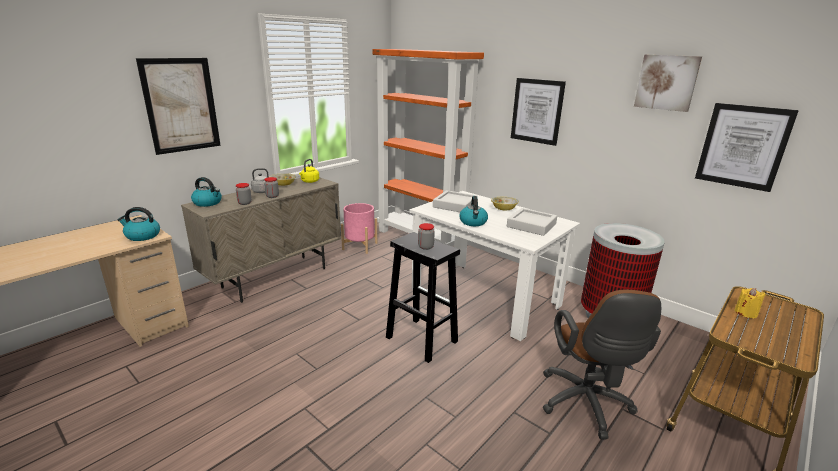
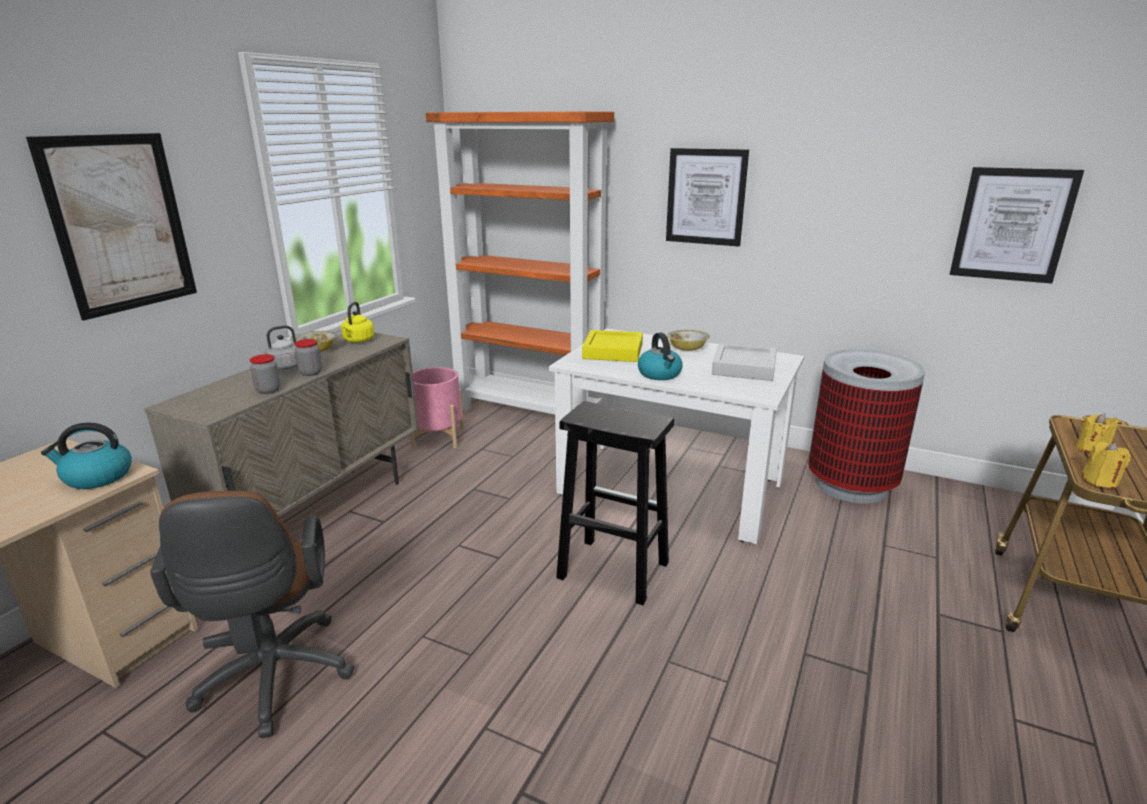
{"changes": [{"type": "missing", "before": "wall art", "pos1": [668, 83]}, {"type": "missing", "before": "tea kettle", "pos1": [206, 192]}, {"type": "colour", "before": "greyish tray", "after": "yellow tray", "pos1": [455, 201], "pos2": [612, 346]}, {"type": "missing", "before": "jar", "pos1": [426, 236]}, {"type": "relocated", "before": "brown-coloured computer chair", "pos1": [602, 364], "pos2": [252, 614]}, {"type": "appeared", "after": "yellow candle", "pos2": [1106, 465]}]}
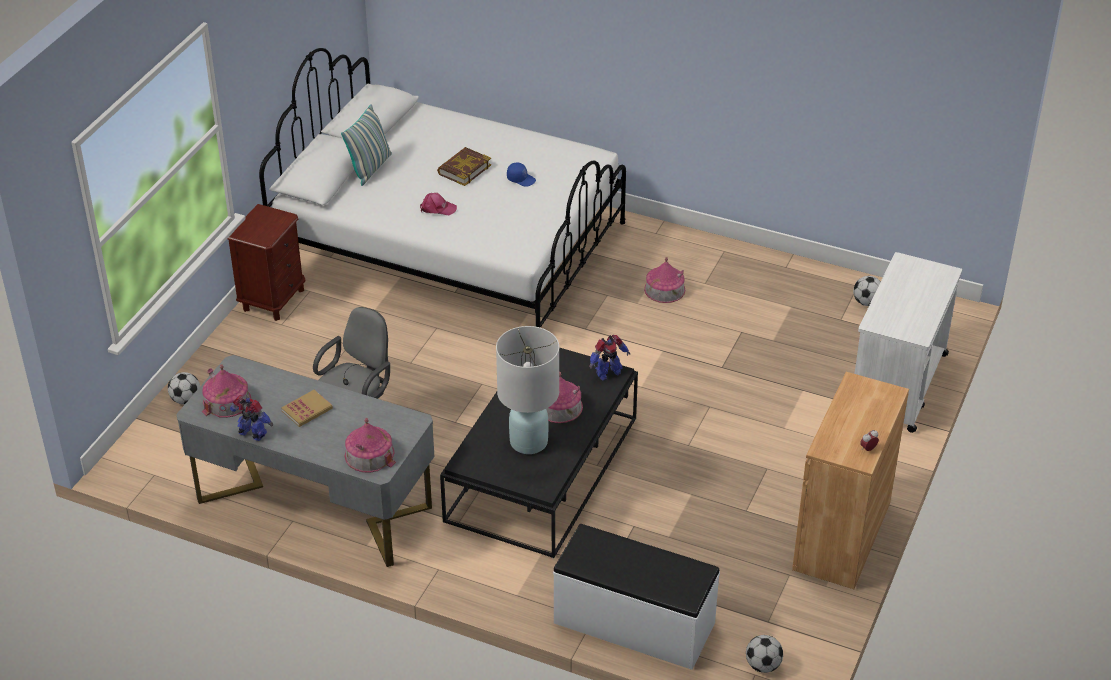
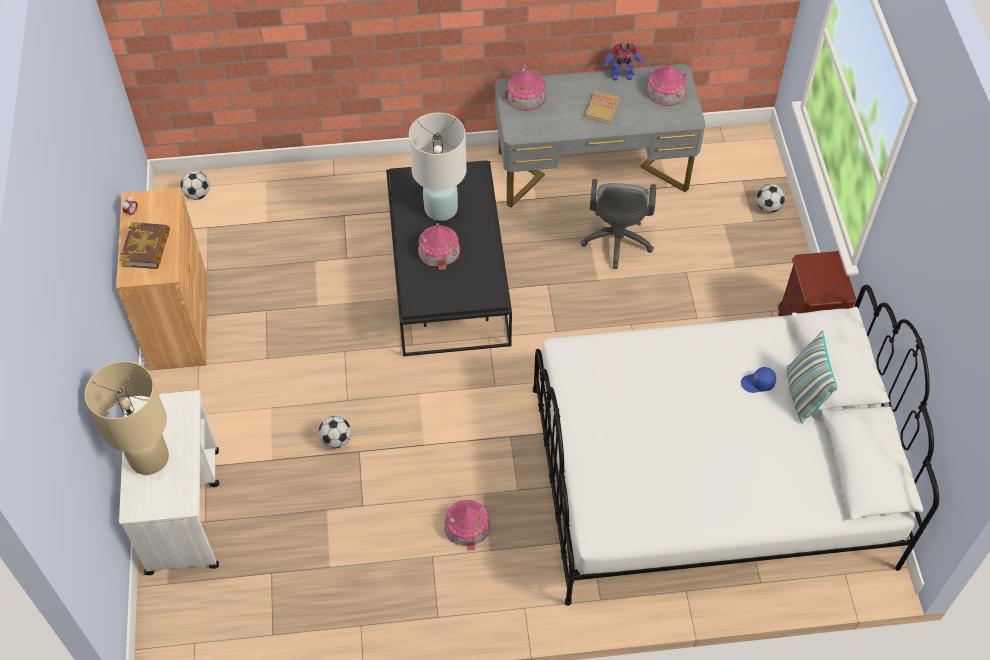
{"changes": [{"type": "relocated", "before": "bound book", "pos1": [464, 166], "pos2": [144, 245]}, {"type": "relocated", "before": "bluish cap", "pos1": [521, 175], "pos2": [758, 380]}, {"type": "missing", "before": "pink-coloured cap", "pos1": [438, 204]}, {"type": "relocated", "before": "ball for football", "pos1": [867, 291], "pos2": [335, 432]}, {"type": "missing", "before": "robot figure", "pos1": [609, 357]}, {"type": "missing", "before": "white-coloured bench", "pos1": [636, 597]}, {"type": "appeared", "after": "beige table lamp", "pos2": [127, 418]}]}
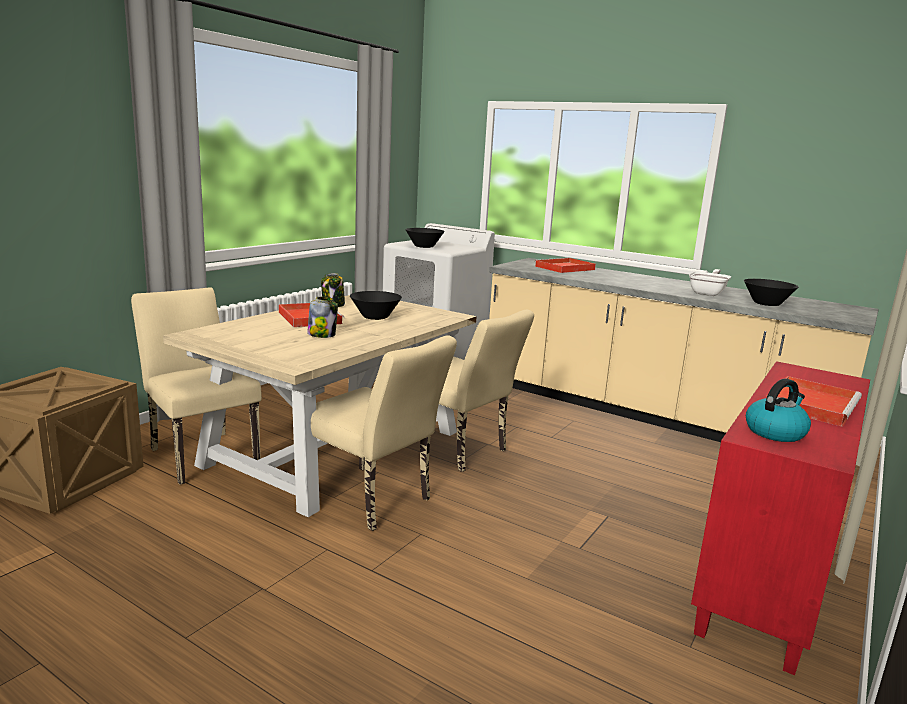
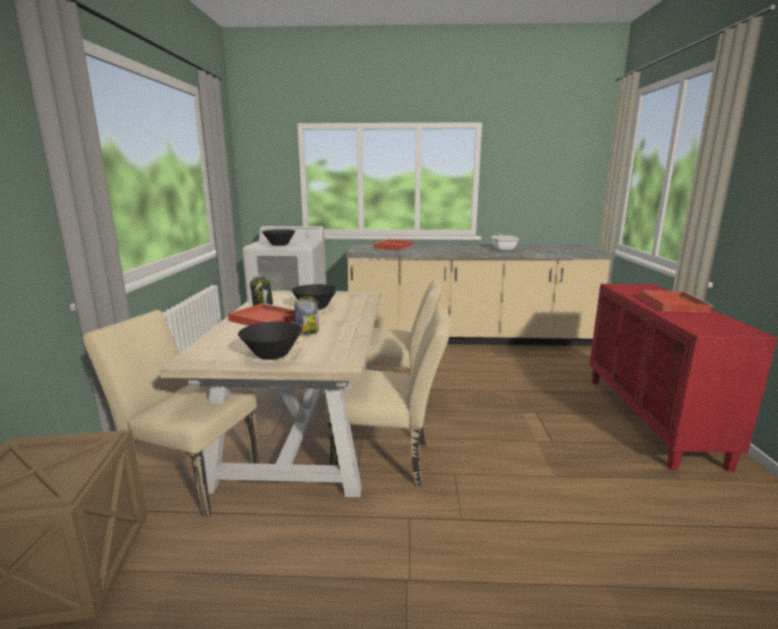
{"changes": [{"type": "relocated", "before": "black-coloured bowl", "pos1": [771, 292], "pos2": [270, 340]}, {"type": "missing", "before": "tea kettle", "pos1": [778, 410]}]}
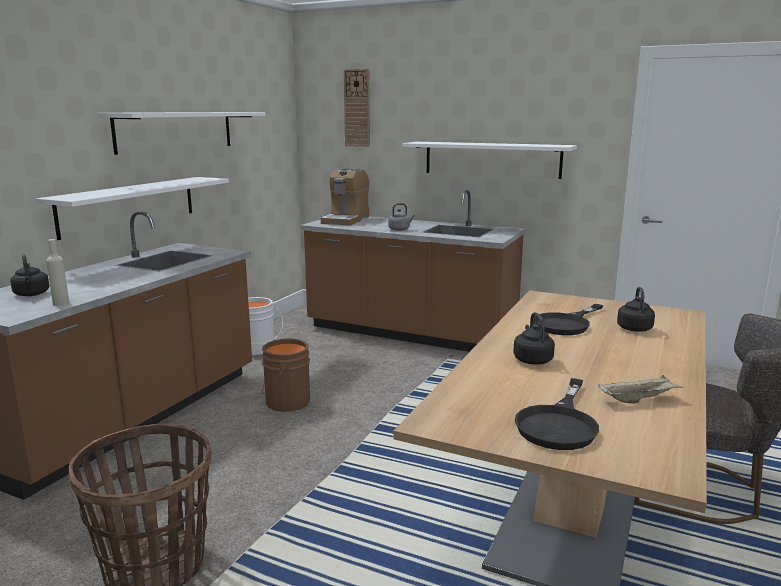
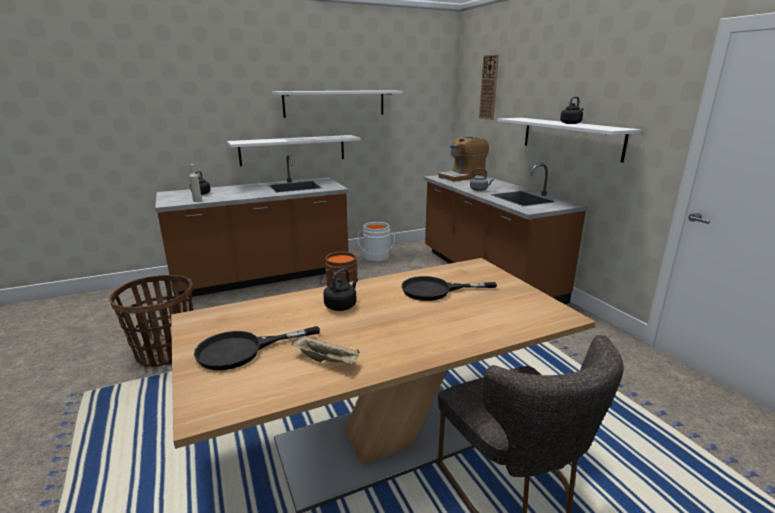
{"changes": [{"type": "relocated", "before": "black-coloured tea kettle", "pos1": [636, 309], "pos2": [571, 110]}]}
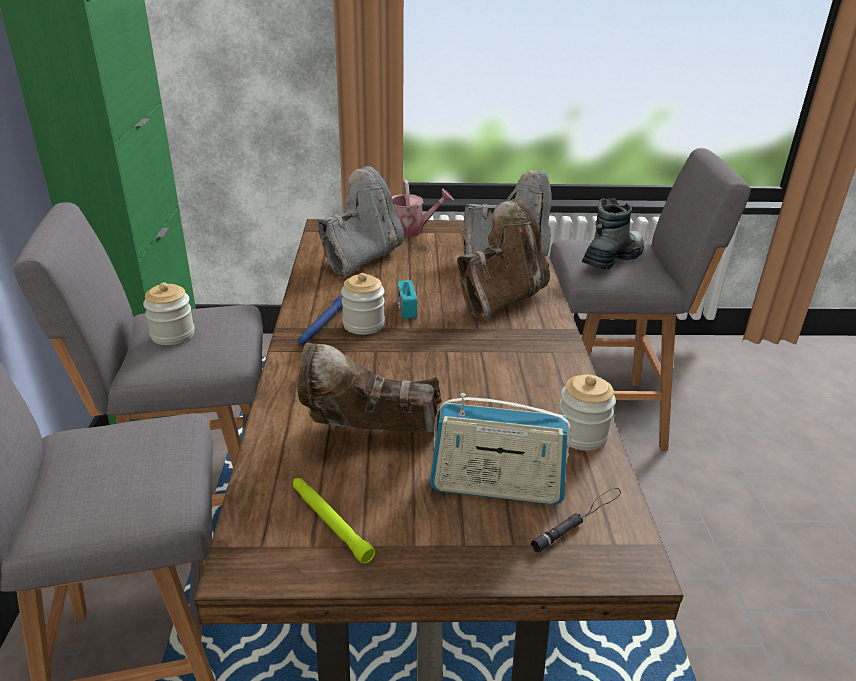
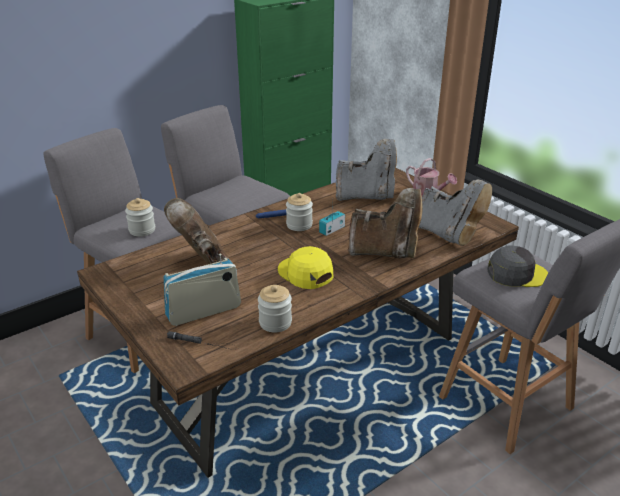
{"changes": [{"type": "exchanged", "before": "high-top boot", "after": "greyish cap", "pos1": [613, 233], "pos2": [518, 266]}, {"type": "relocated", "before": "jar", "pos1": [168, 313], "pos2": [140, 217]}, {"type": "spun", "before": "radio", "pos1": [500, 449], "pos2": [202, 290], "turn": 90}, {"type": "missing", "before": "green-coloured flashlight", "pos1": [334, 521]}, {"type": "appeared", "after": "yellow cap", "pos2": [305, 267]}]}
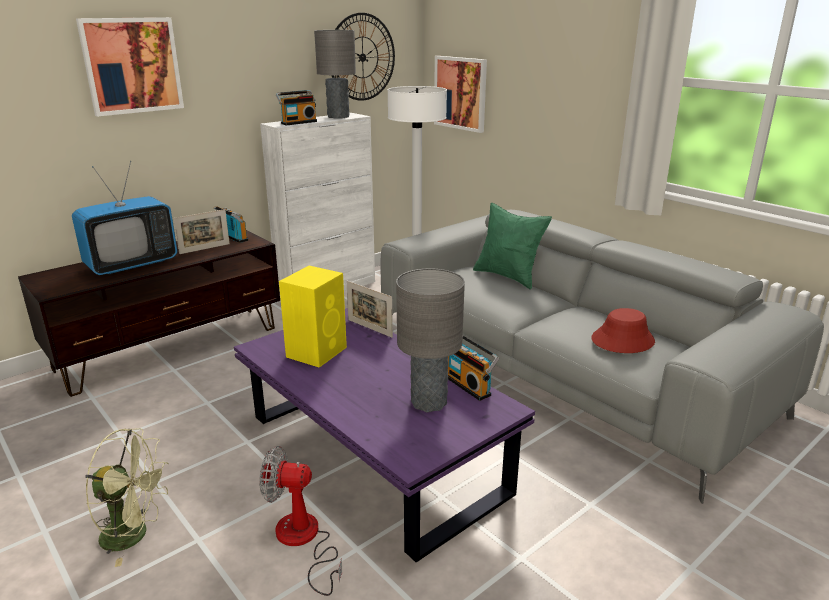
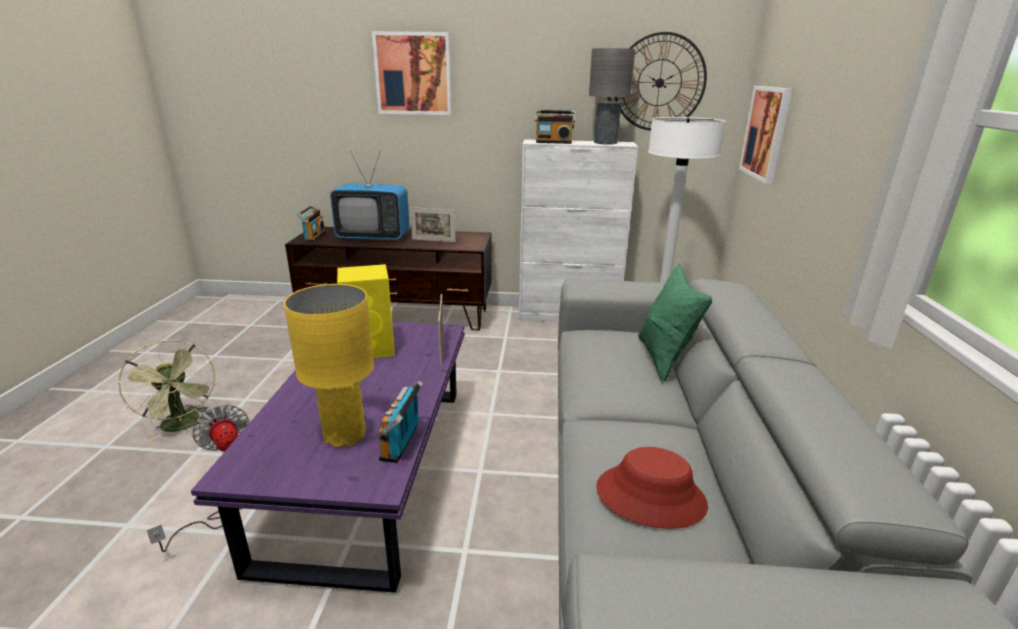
{"changes": [{"type": "relocated", "before": "radio", "pos1": [231, 224], "pos2": [311, 223]}, {"type": "colour", "before": "greyish table lamp", "after": "yellow table lamp", "pos1": [430, 340], "pos2": [329, 365]}]}
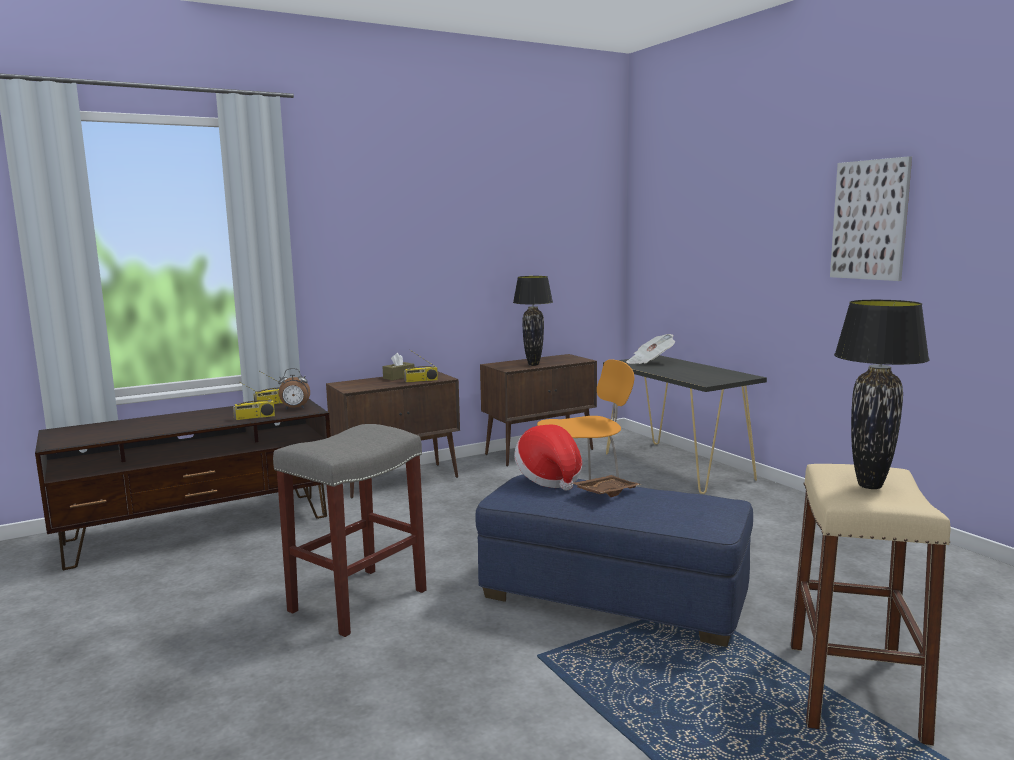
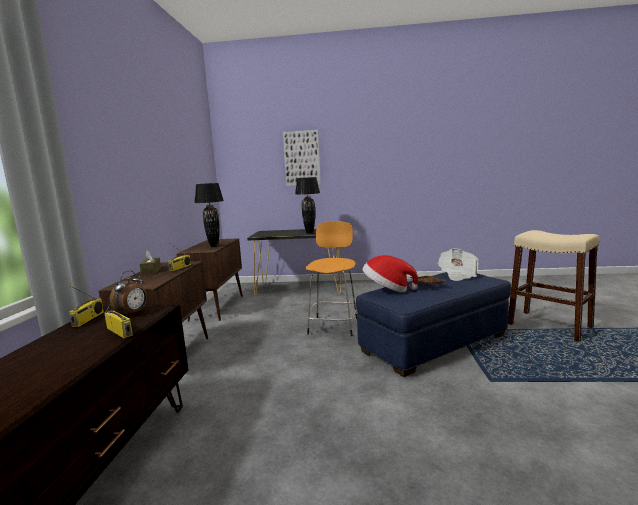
{"changes": [{"type": "relocated", "before": "wall art", "pos1": [871, 218], "pos2": [302, 158]}, {"type": "relocated", "before": "black-coloured table lamp", "pos1": [882, 394], "pos2": [307, 205]}, {"type": "relocated", "before": "newspaper", "pos1": [650, 349], "pos2": [458, 264]}, {"type": "spun", "before": "radio", "pos1": [254, 401], "pos2": [118, 316], "turn": -60}, {"type": "missing", "before": "greyish stool", "pos1": [350, 530]}]}
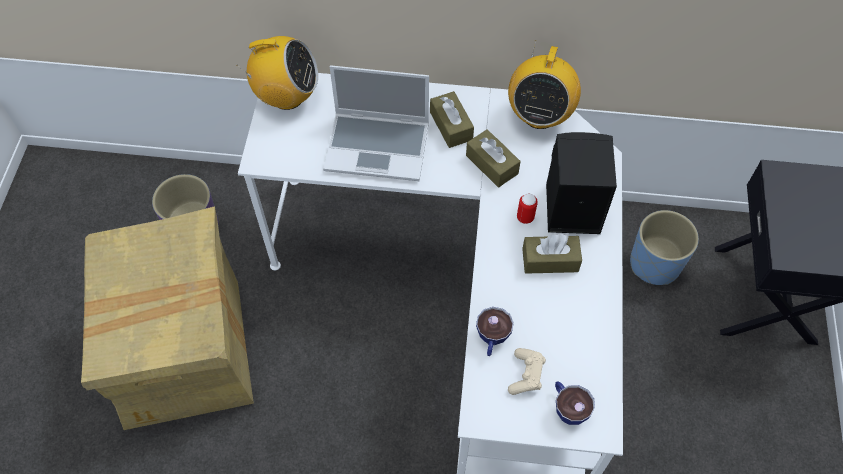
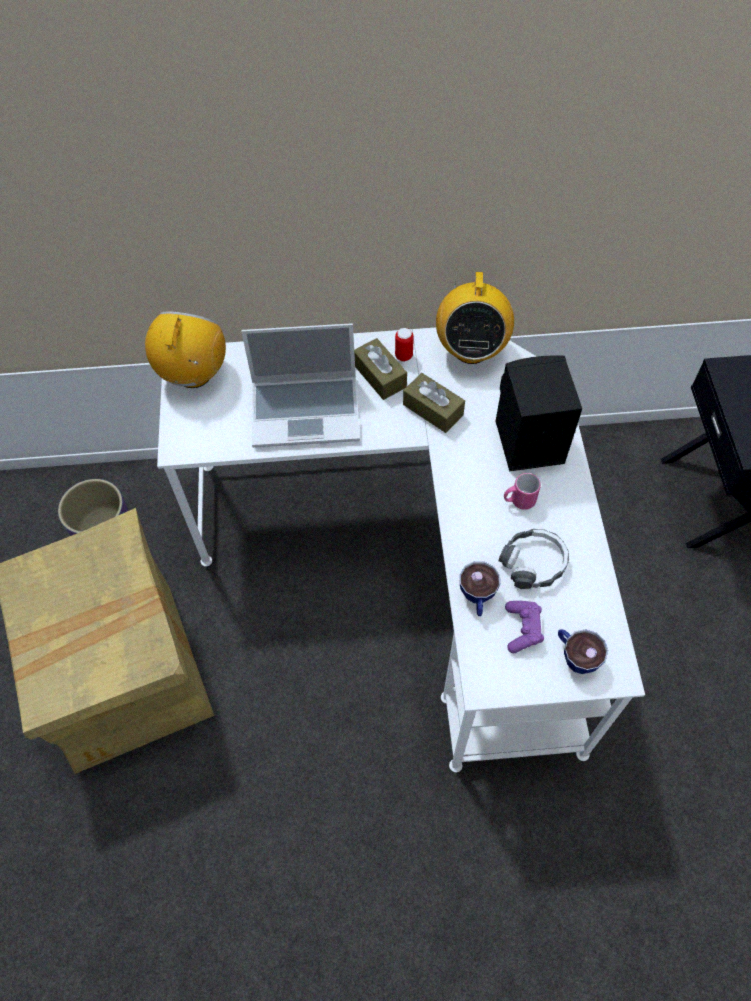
{"changes": [{"type": "spun", "before": "radio", "pos1": [277, 73], "pos2": [185, 349], "turn": -75}, {"type": "relocated", "before": "metal can", "pos1": [527, 209], "pos2": [404, 344]}, {"type": "missing", "before": "bluish plant pot", "pos1": [664, 247]}, {"type": "exchanged", "before": "brown-coloured tissue box", "after": "pink-coloured tea mug", "pos1": [552, 254], "pos2": [522, 491]}, {"type": "colour", "before": "beige joypad", "after": "purple-coloured joypad", "pos1": [527, 371], "pos2": [524, 627]}, {"type": "appeared", "after": "headphones", "pos2": [533, 559]}]}
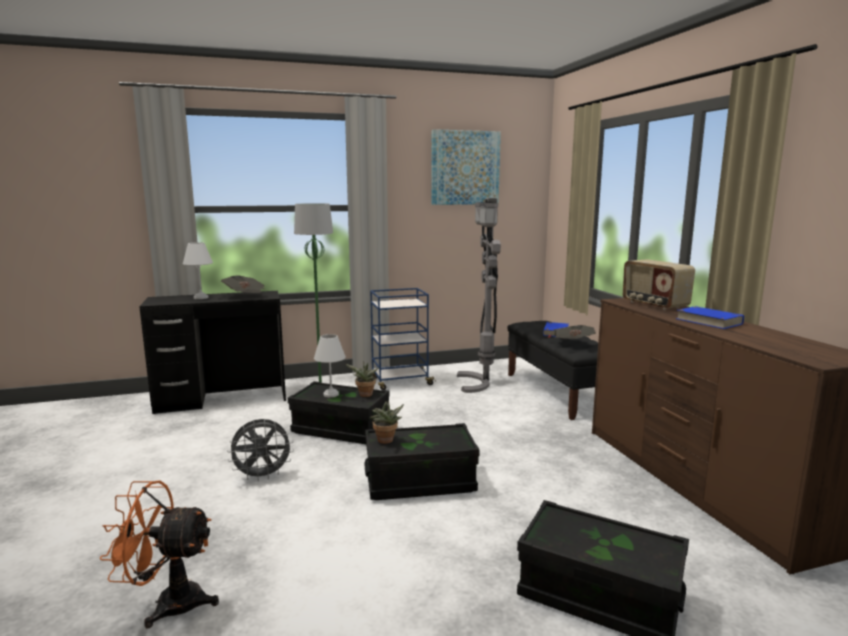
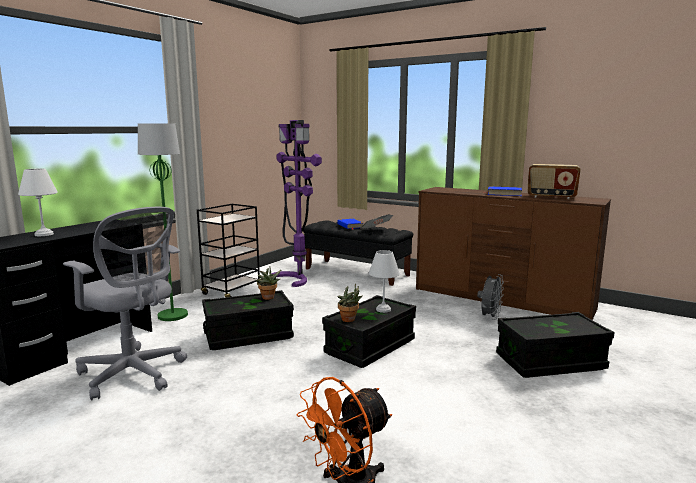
{"changes": [{"type": "missing", "before": "wall art", "pos1": [466, 167]}, {"type": "colour", "before": "greyish standing lamp", "after": "purple-coloured standing lamp", "pos1": [479, 295], "pos2": [296, 203]}, {"type": "relocated", "before": "radio", "pos1": [659, 284], "pos2": [554, 181]}, {"type": "missing", "before": "newspaper", "pos1": [243, 284]}, {"type": "colour", "before": "bluish cart", "after": "black-coloured cart", "pos1": [403, 339], "pos2": [228, 250]}, {"type": "relocated", "before": "white-coloured table lamp", "pos1": [330, 365], "pos2": [384, 281]}, {"type": "relocated", "before": "greyish fan", "pos1": [260, 450], "pos2": [490, 297]}, {"type": "appeared", "after": "greyish computer chair", "pos2": [125, 304]}]}
